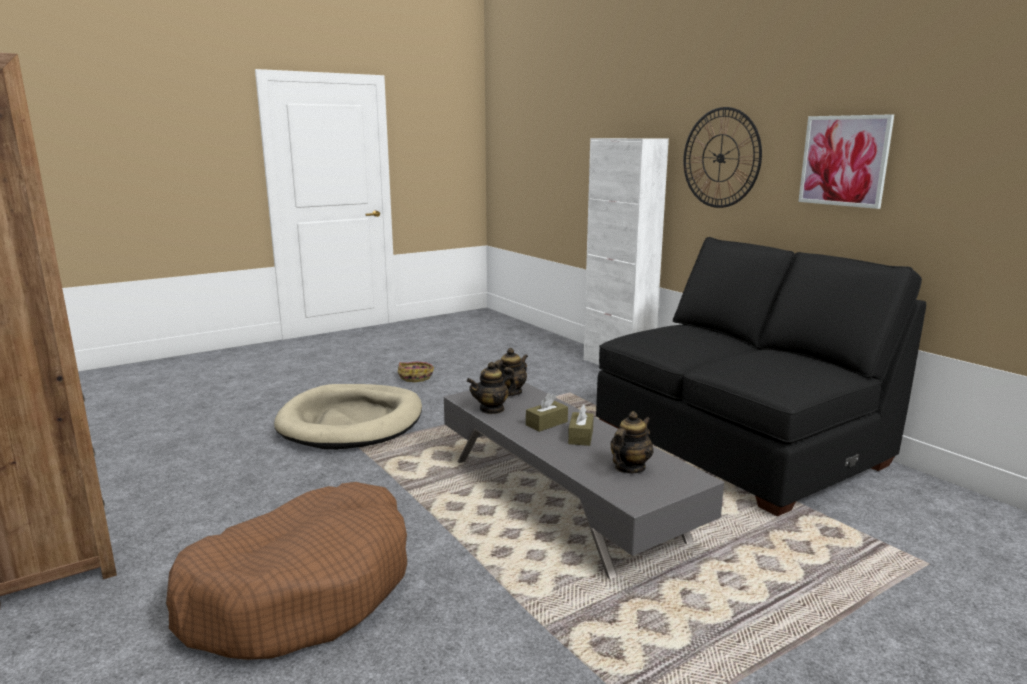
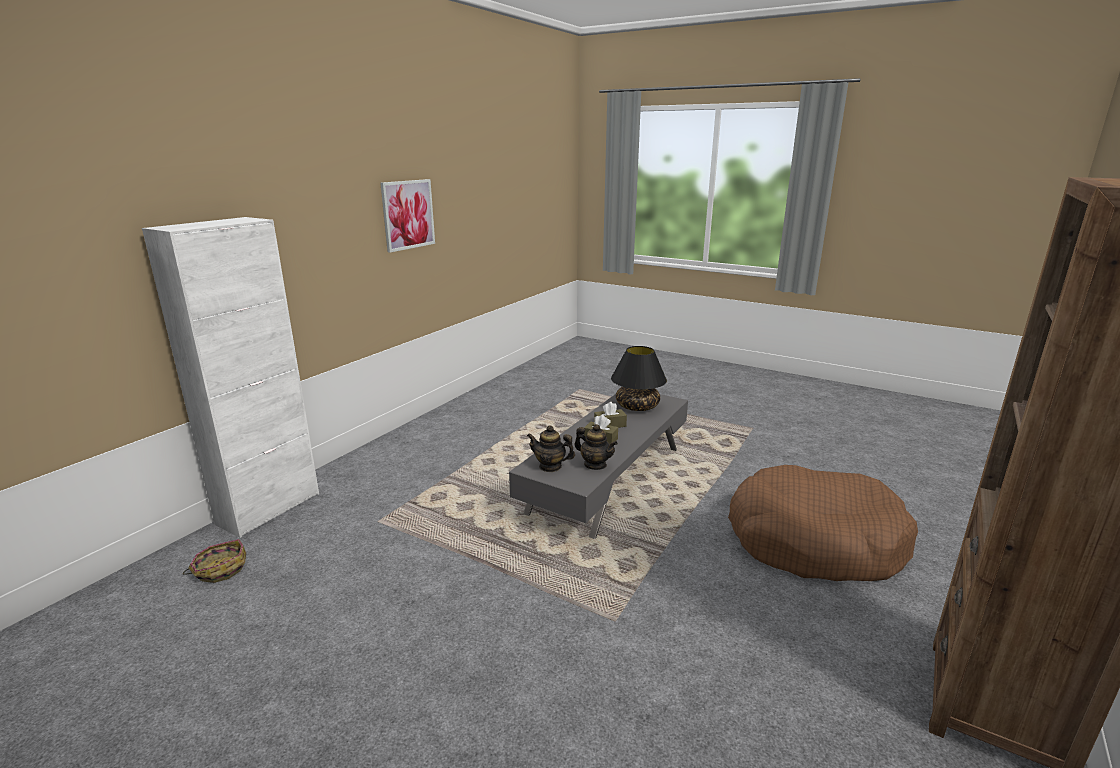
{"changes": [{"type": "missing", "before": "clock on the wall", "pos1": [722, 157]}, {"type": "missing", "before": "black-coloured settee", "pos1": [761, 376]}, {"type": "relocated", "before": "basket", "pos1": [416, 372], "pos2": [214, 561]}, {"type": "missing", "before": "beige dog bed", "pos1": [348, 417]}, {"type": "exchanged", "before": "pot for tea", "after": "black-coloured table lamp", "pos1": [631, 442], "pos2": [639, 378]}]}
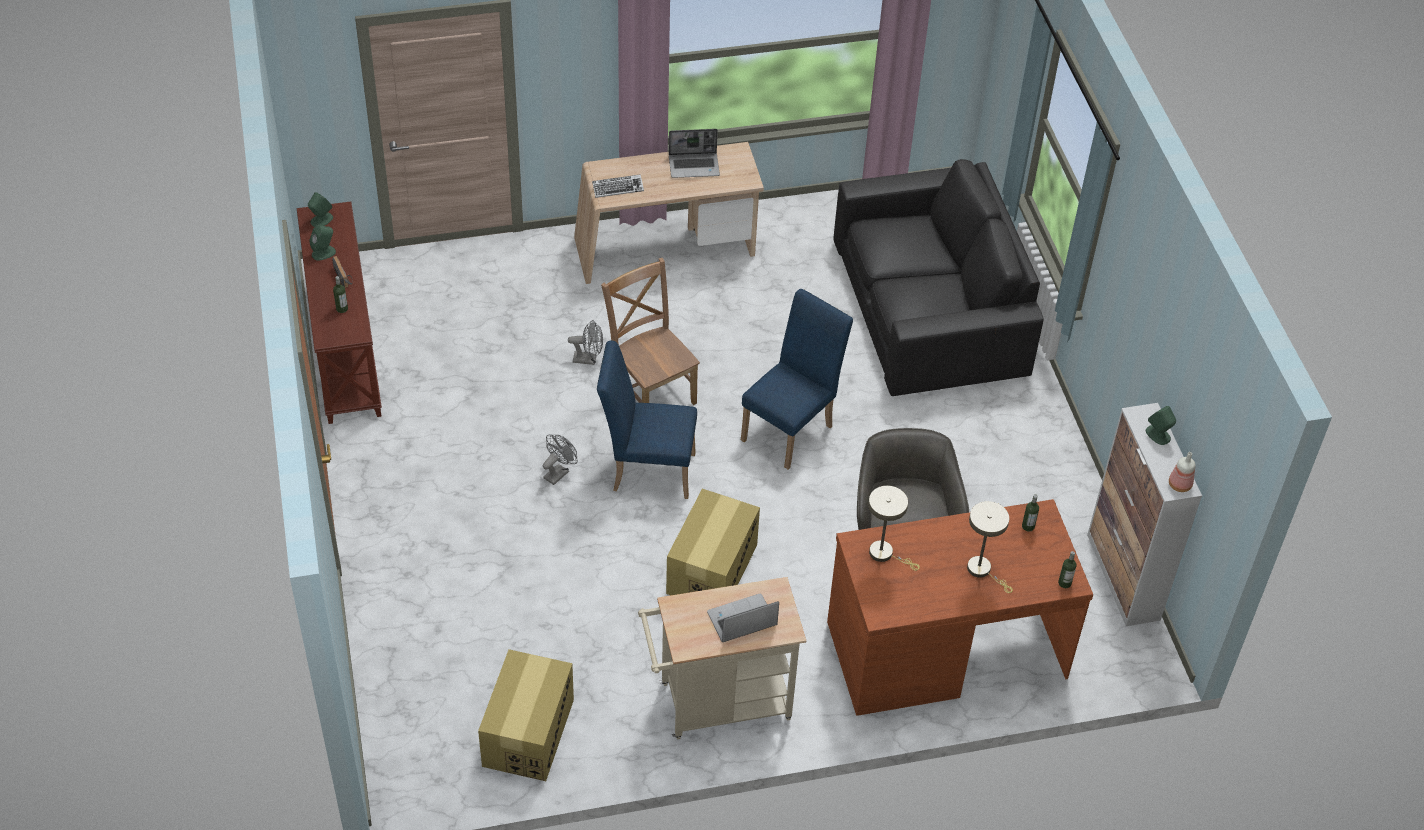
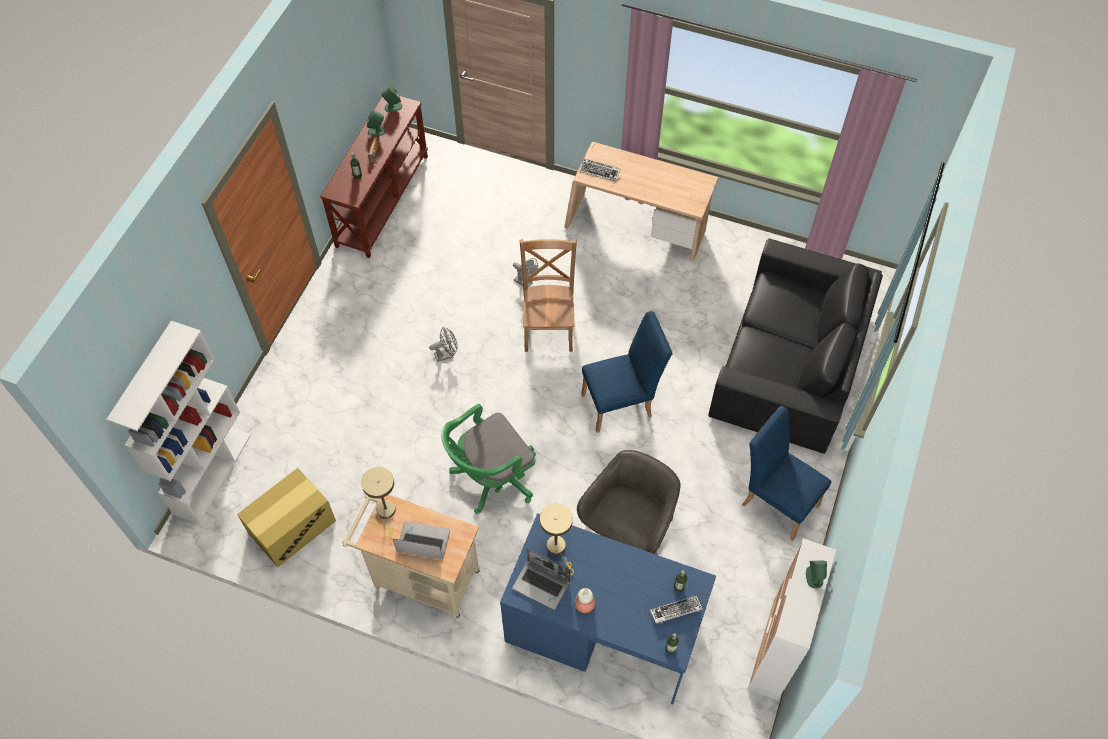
{"changes": [{"type": "relocated", "before": "portable computer", "pos1": [694, 153], "pos2": [541, 579]}, {"type": "relocated", "before": "bluish upright chair", "pos1": [647, 420], "pos2": [786, 473]}, {"type": "relocated", "before": "bottle", "pos1": [1182, 472], "pos2": [585, 600]}, {"type": "exchanged", "before": "carton", "after": "green-coloured computer chair", "pos1": [713, 542], "pos2": [488, 459]}, {"type": "colour", "before": "brown-coloured desk", "after": "bluish desk", "pos1": [960, 607], "pos2": [608, 609]}, {"type": "relocated", "before": "beige table lamp", "pos1": [990, 547], "pos2": [378, 504]}, {"type": "appeared", "after": "white-coloured bookcase", "pos2": [178, 422]}, {"type": "appeared", "after": "computer keyboard", "pos2": [676, 610]}]}
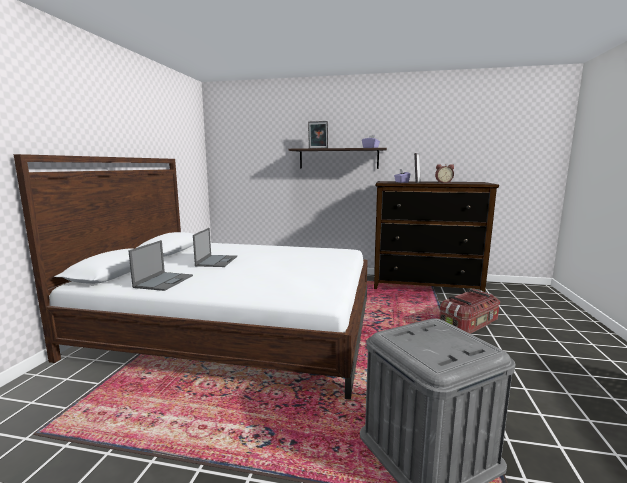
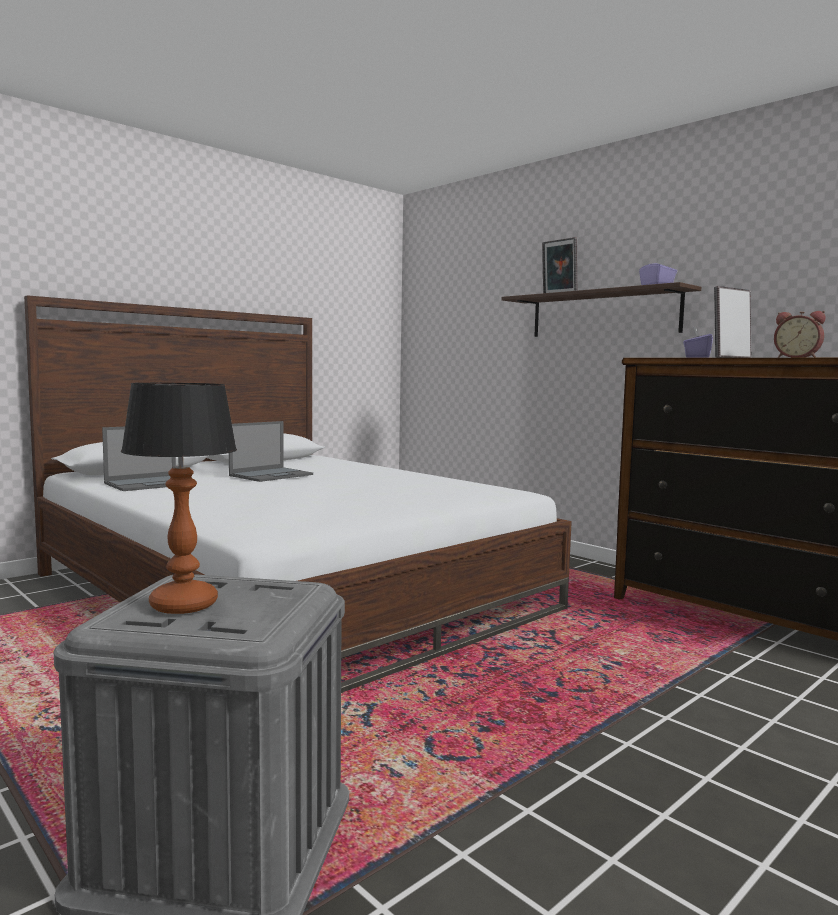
{"changes": [{"type": "missing", "before": "storage container", "pos1": [469, 311]}, {"type": "appeared", "after": "table lamp", "pos2": [179, 498]}]}
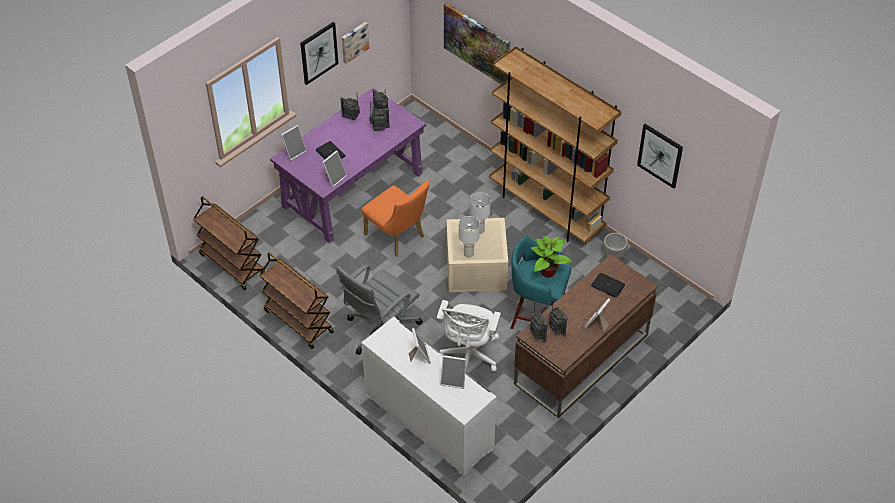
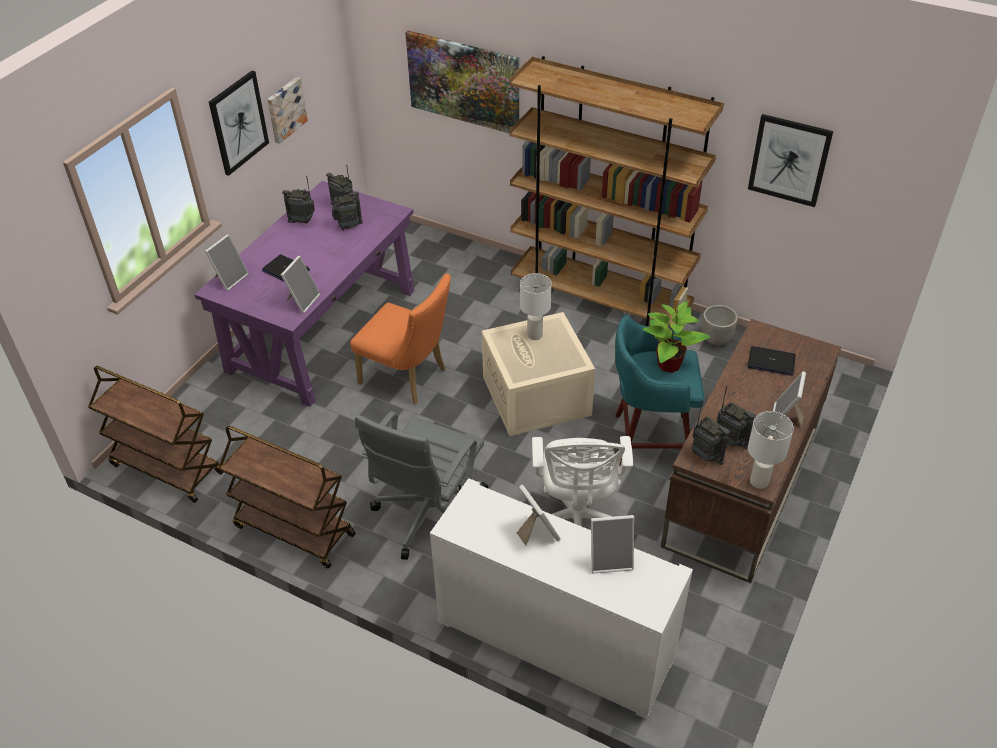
{"changes": [{"type": "relocated", "before": "white-coloured table lamp", "pos1": [469, 237], "pos2": [771, 450]}]}
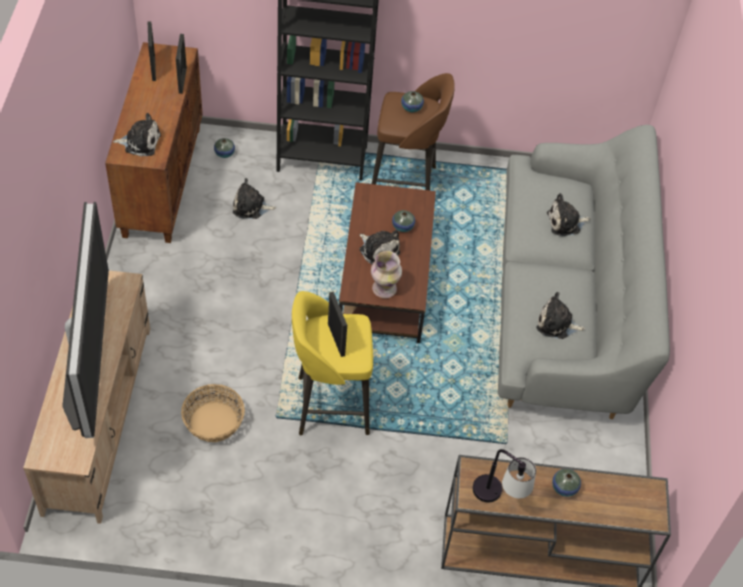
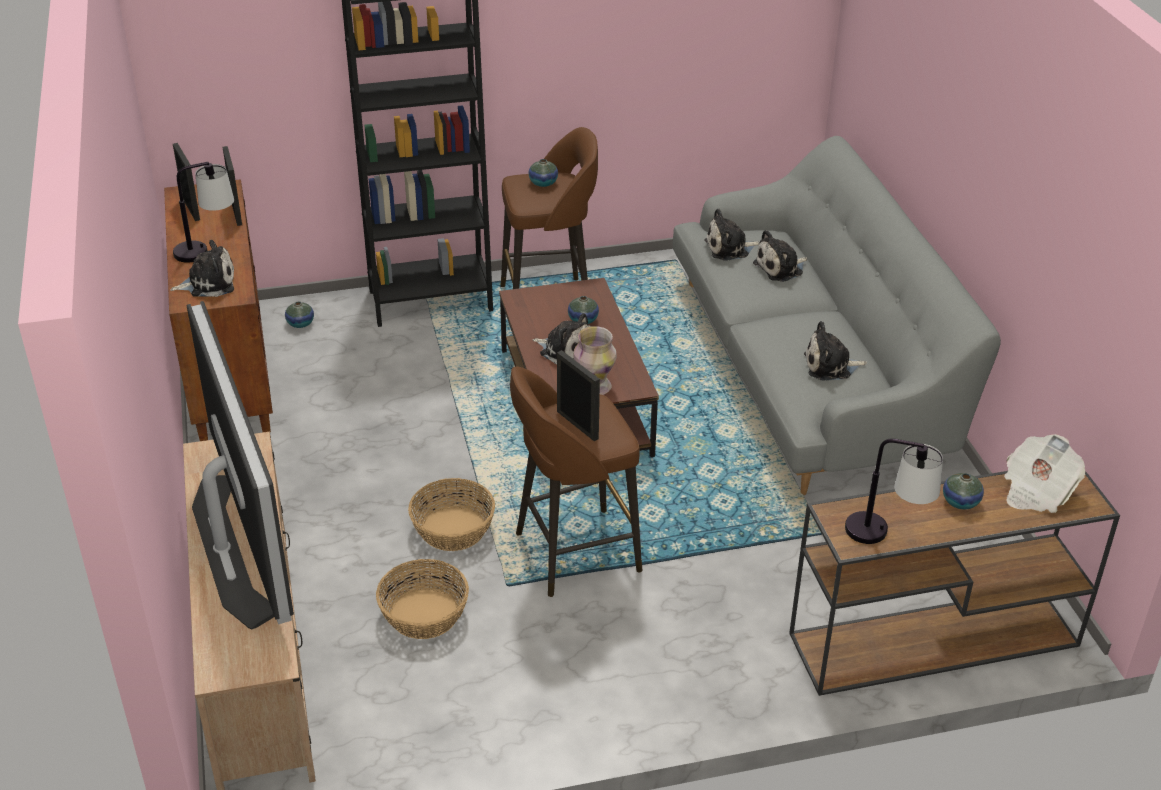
{"changes": [{"type": "relocated", "before": "plush toy", "pos1": [254, 198], "pos2": [732, 235]}, {"type": "colour", "before": "yellow stool", "after": "brown-coloured stool", "pos1": [332, 363], "pos2": [576, 482]}, {"type": "appeared", "after": "table lamp", "pos2": [203, 212]}, {"type": "appeared", "after": "newspaper", "pos2": [1044, 473]}, {"type": "appeared", "after": "basket", "pos2": [451, 514]}]}
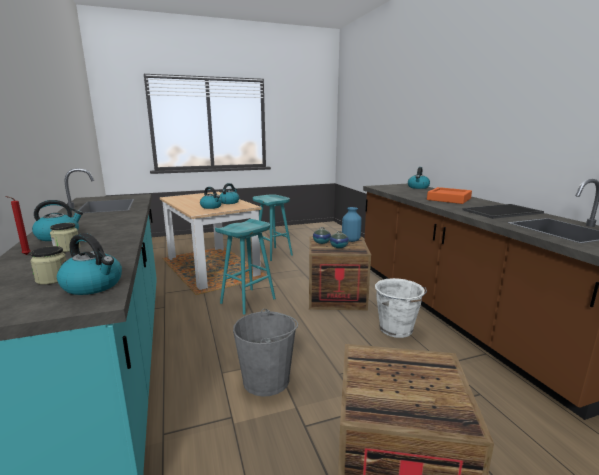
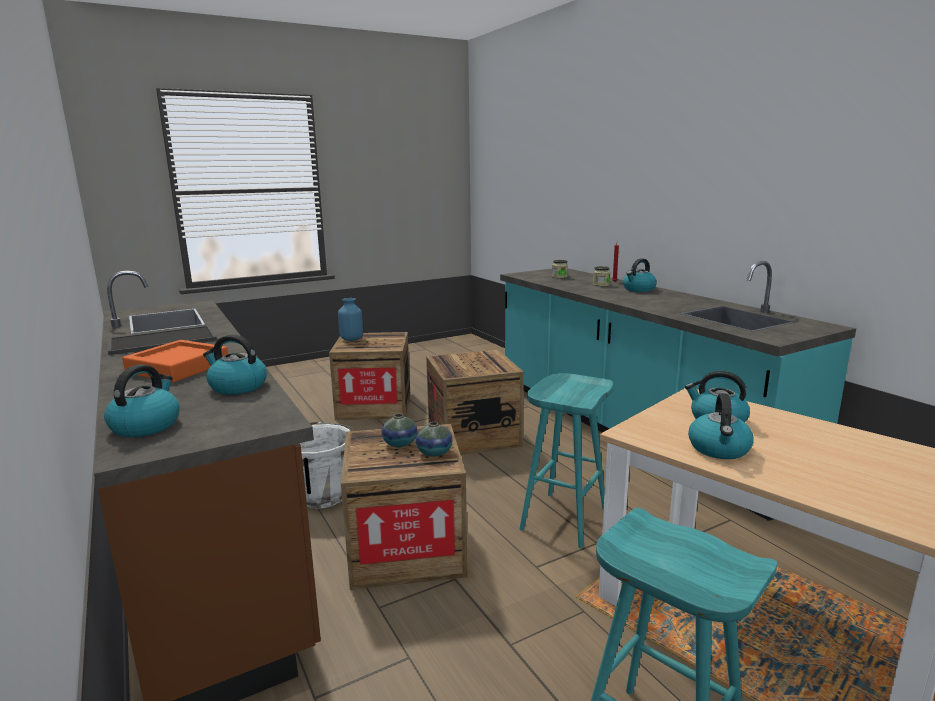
{"changes": [{"type": "relocated", "before": "bluish decorative vase", "pos1": [352, 224], "pos2": [350, 319]}, {"type": "relocated", "before": "tea kettle", "pos1": [89, 264], "pos2": [235, 365]}, {"type": "exchanged", "before": "greyish water bucket", "after": "crate", "pos1": [265, 353], "pos2": [475, 402]}]}
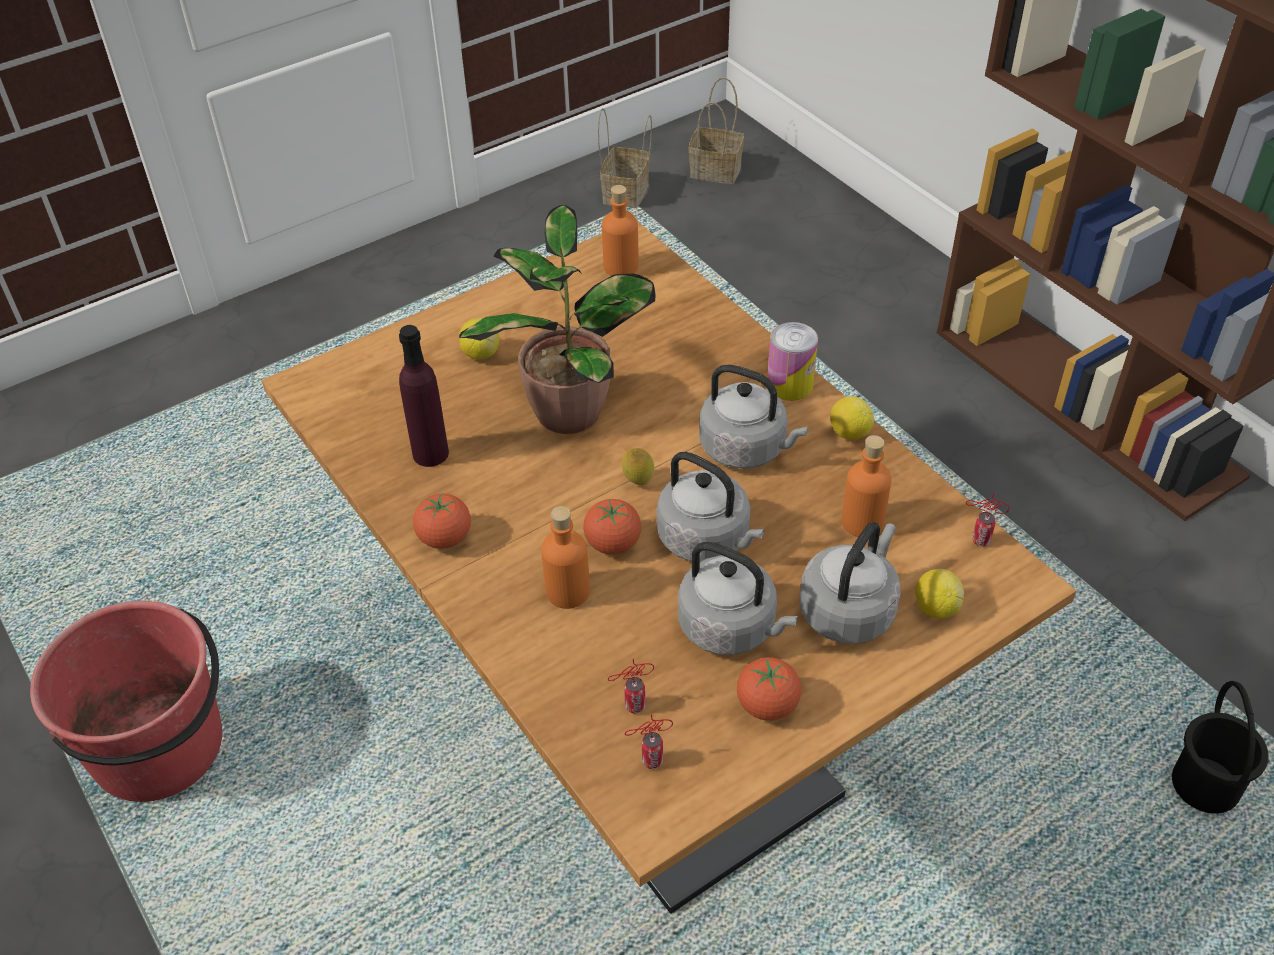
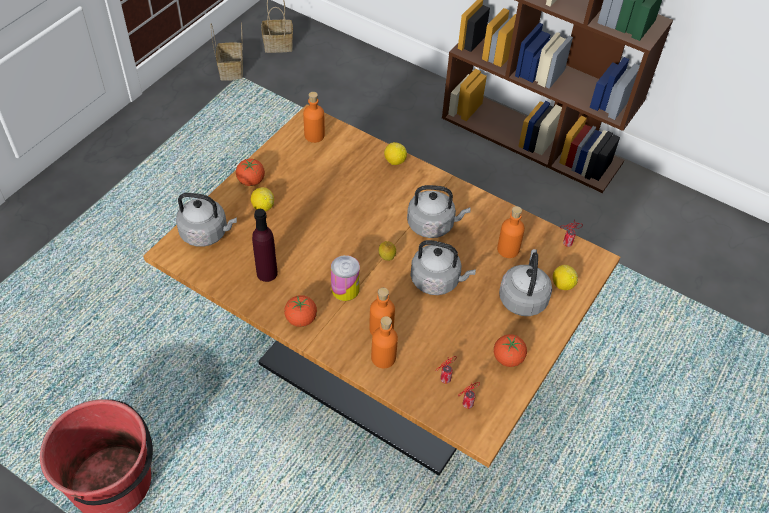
{"changes": [{"type": "missing", "before": "houseplant", "pos1": [557, 319]}, {"type": "relocated", "before": "metal can", "pos1": [792, 361], "pos2": [345, 278]}, {"type": "relocated", "before": "whole lemon", "pos1": [852, 418], "pos2": [395, 153]}, {"type": "relocated", "before": "whole tomato", "pos1": [612, 526], "pos2": [250, 172]}, {"type": "relocated", "before": "greyish tea kettle", "pos1": [738, 598], "pos2": [206, 220]}, {"type": "missing", "before": "black-coloured water bucket", "pos1": [1220, 747]}, {"type": "appeared", "after": "orange-coloured bottle", "pos2": [384, 342]}]}
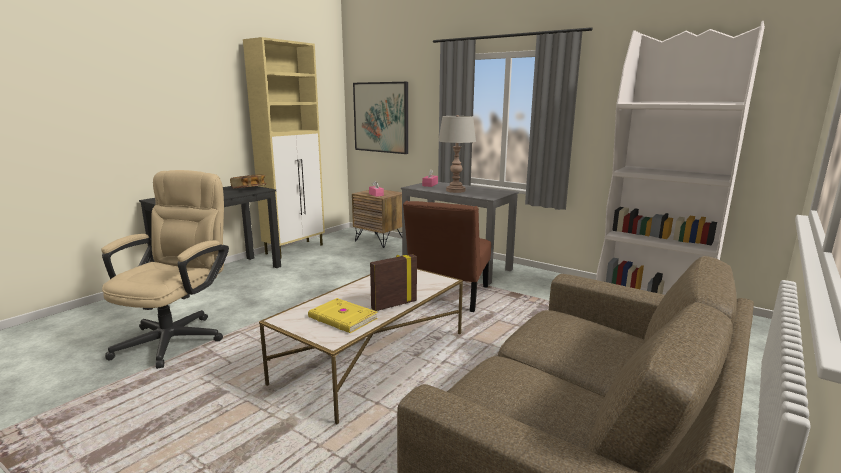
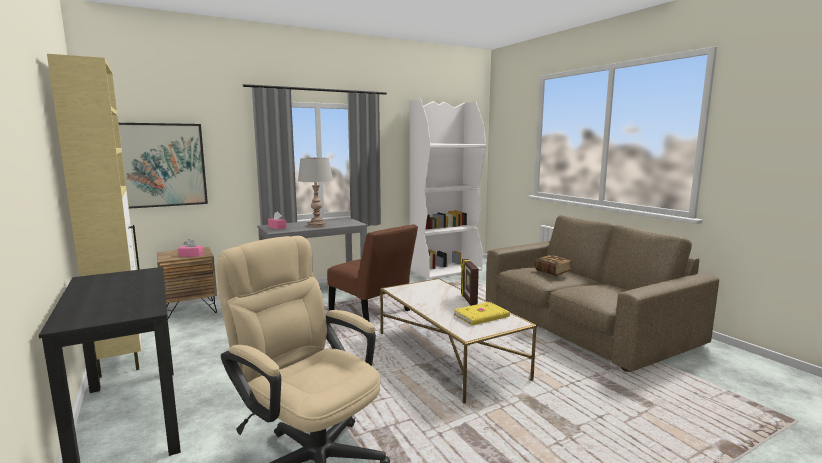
{"changes": [{"type": "relocated", "before": "bound book", "pos1": [248, 182], "pos2": [553, 265]}]}
